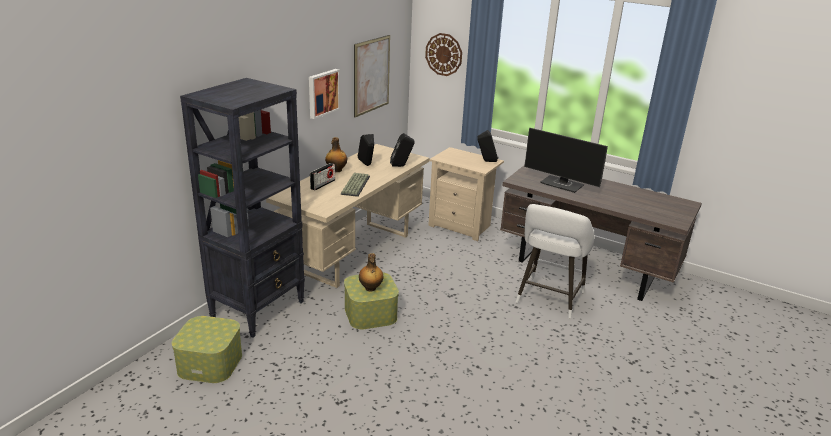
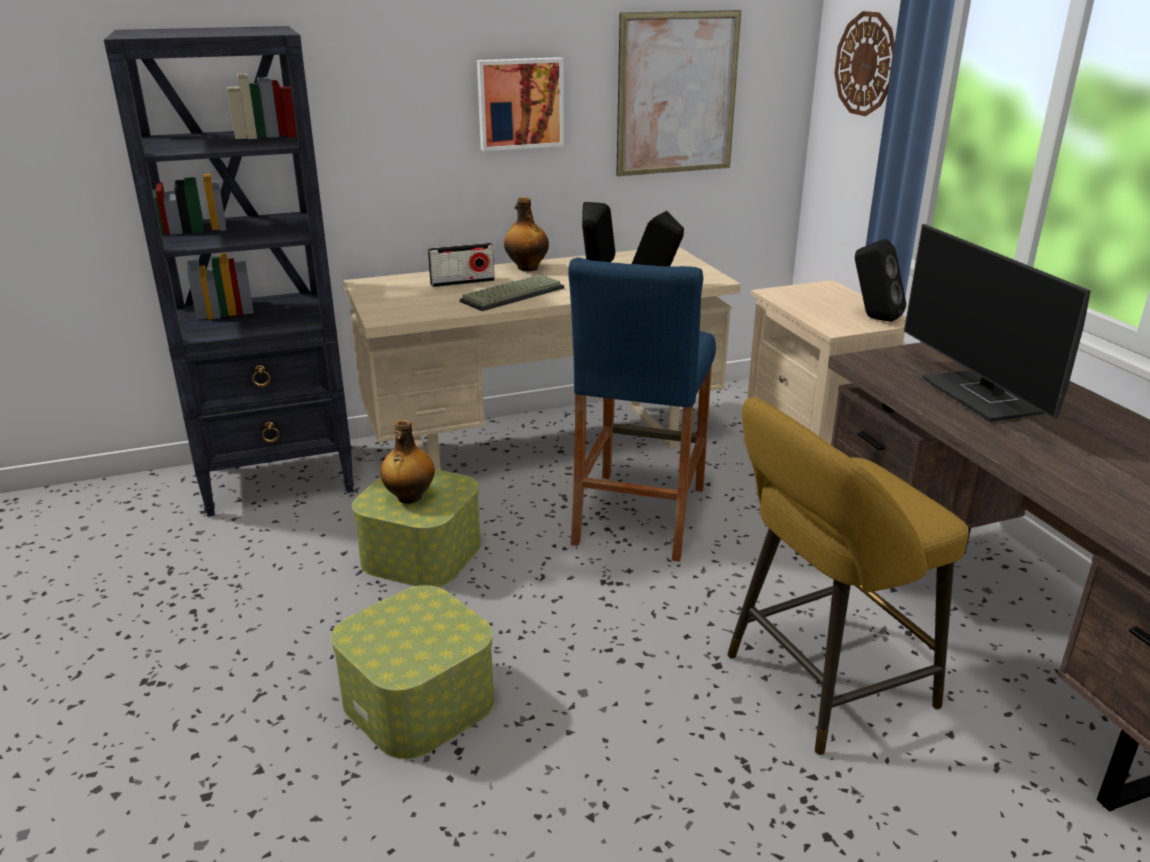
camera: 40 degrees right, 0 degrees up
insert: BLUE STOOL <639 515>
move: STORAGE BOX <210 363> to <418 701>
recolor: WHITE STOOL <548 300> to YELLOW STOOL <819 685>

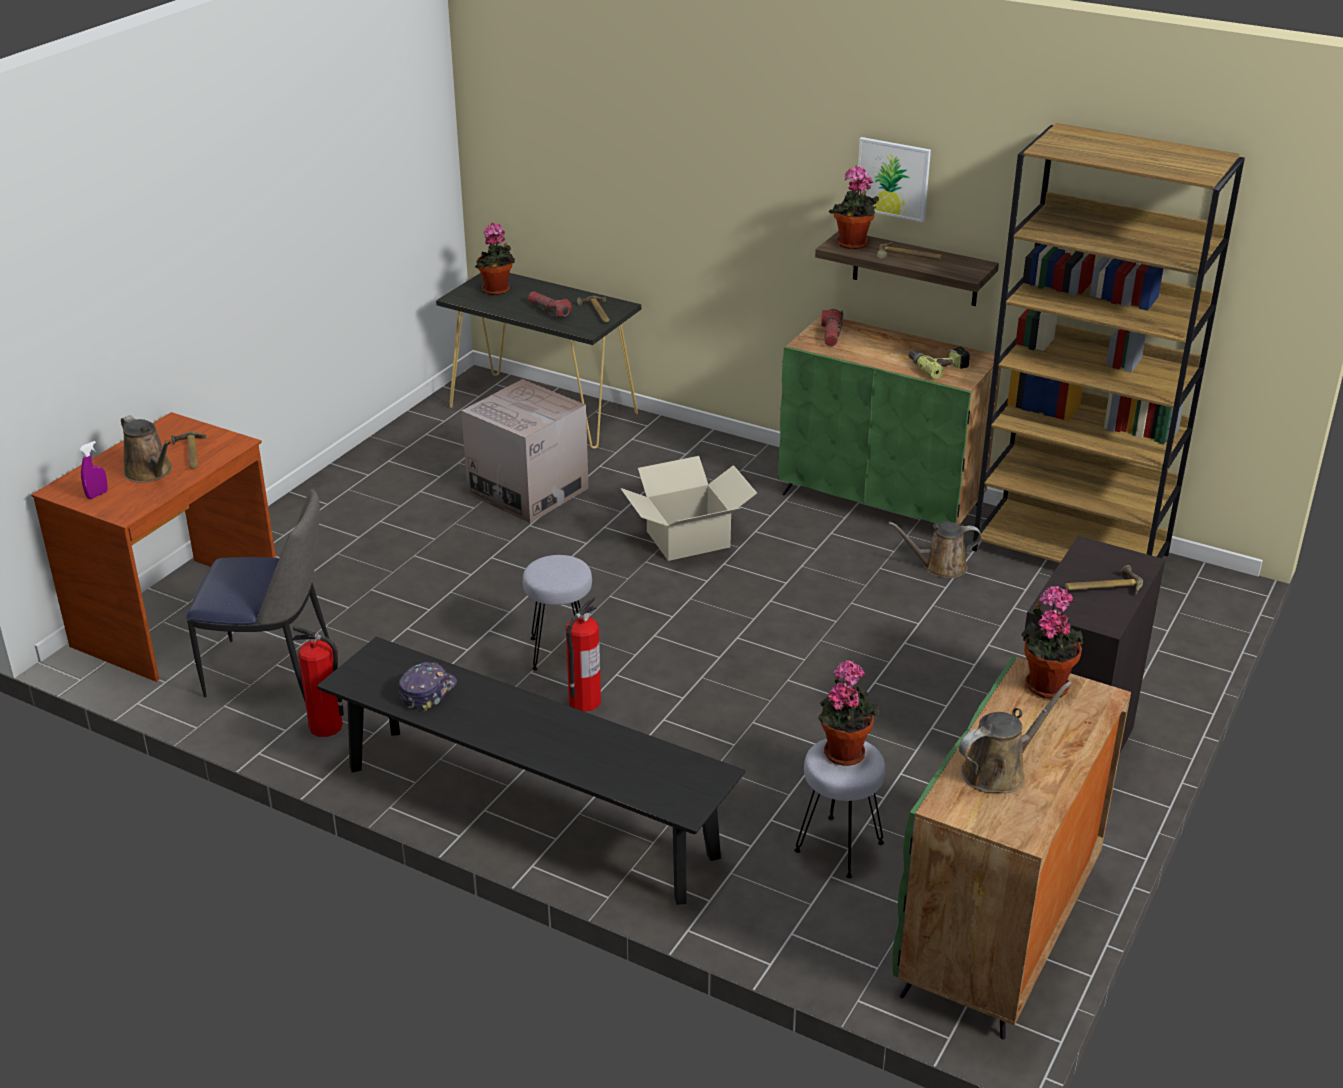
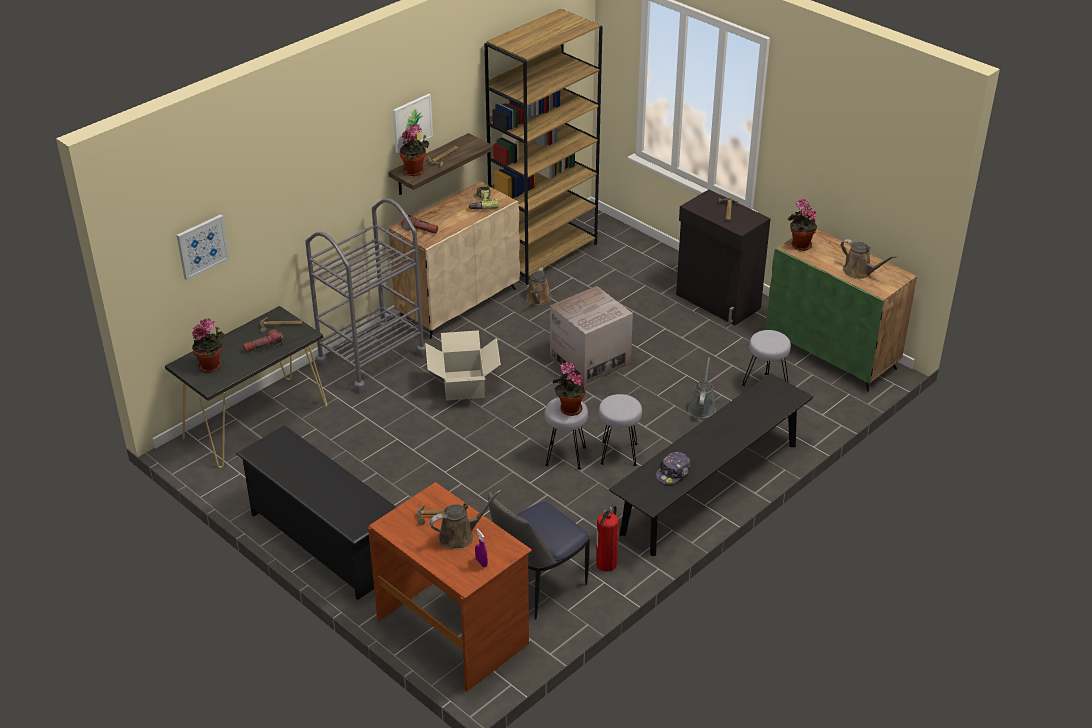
camera: 75 degrees left, 5 degrees up
insert: PICTURE <202 246>; BLACK SHOE RACK <325 542>; GREY CART <372 358>; GREY WATERING CAN <702 407>
move: CARDBOARD BOX <528 491> to <590 361>; POTTED PLANT <843 751> to <569 409>
replace: FIRE EXTINGUISHER <584 702> to GREY STOOL <618 453>
recolor: GREEN CABINET <882 501> to BEIGE CABINET <458 303>
rotate: CHAIR <273 670> = <536 585> 150 degrees counterclockwise; CAP <427 692> = <673 473> 90 degrees counterclockwise; BROWN WATERING CAN <998 771> = <859 272> 150 degrees clockwise

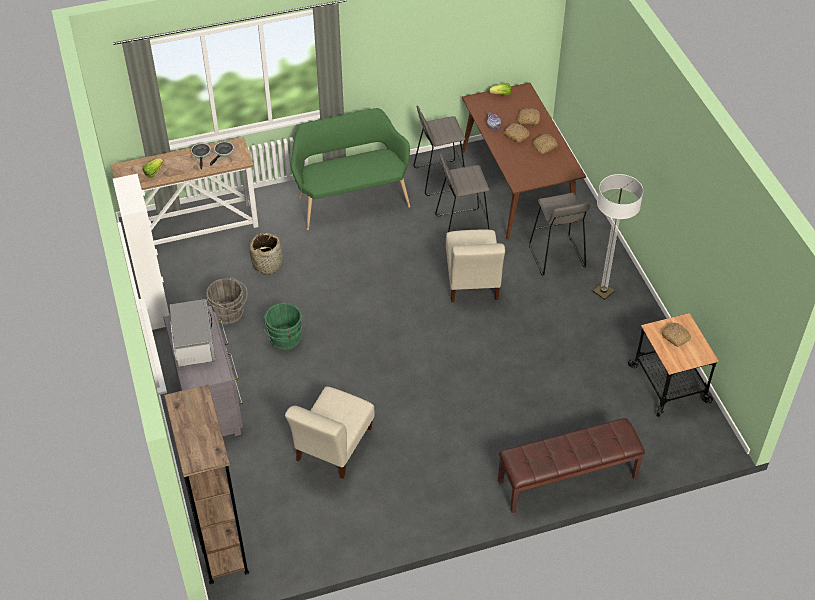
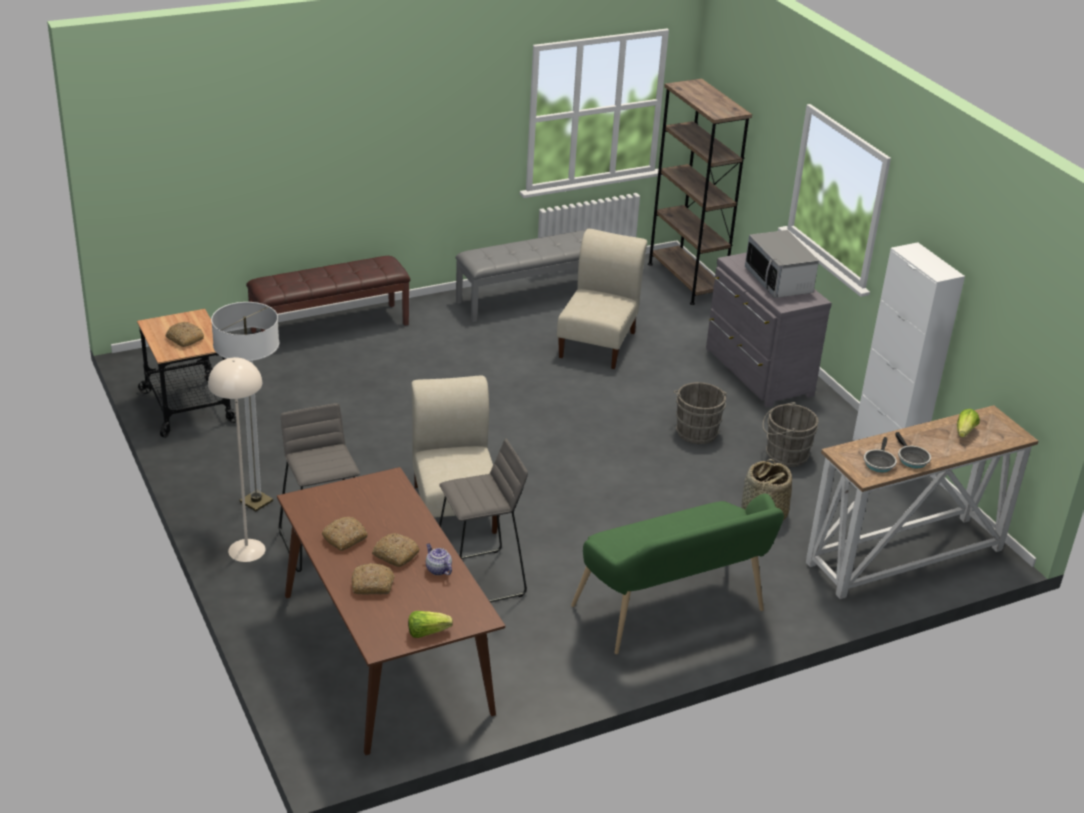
camera: 170 degrees right, 15 degrees down
delete: GREY STOOL <439 177>
insert: BEIGE FLOOR LAMP <246 550>; GREY BENCH <530 298>
recolor: GREEN BUCKET <285 340> to GREY BUCKET <696 431>

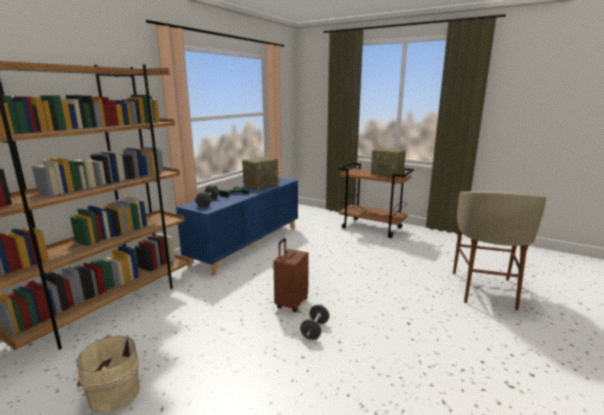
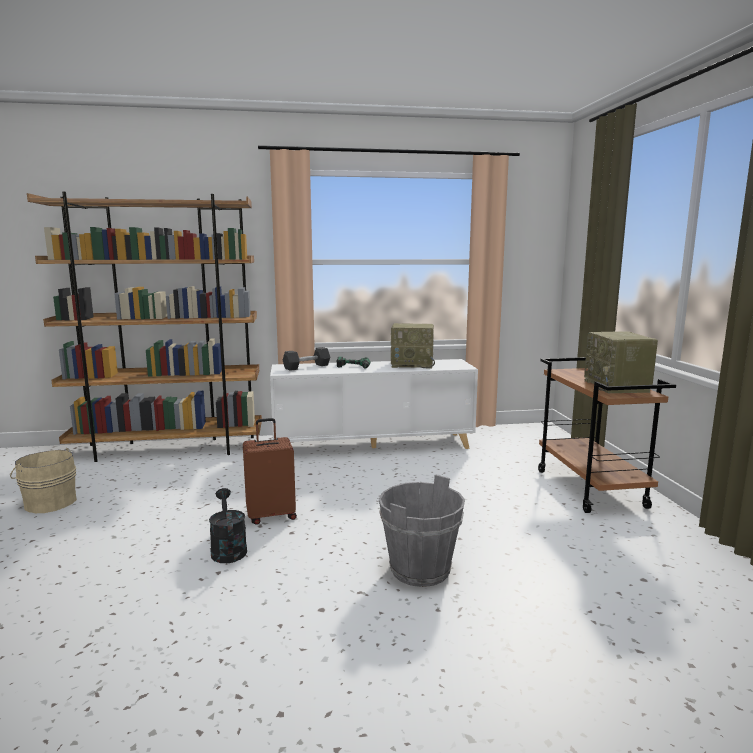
camera: 50 degrees right, 5 degrees down
delete: BEIGE STOOL <485 290>
insert: GREY BUCKET <420 570>
replace: BLACK DUMBBELL <315 330> to BLACK WATERING CAN <228 549>
recolor: BLUE CABINET <247 245> to WHITE CABINET <373 445>

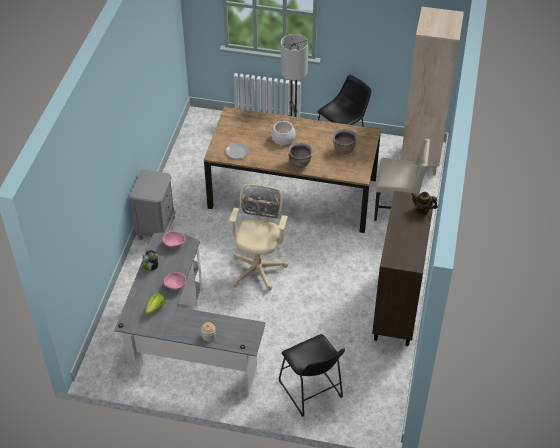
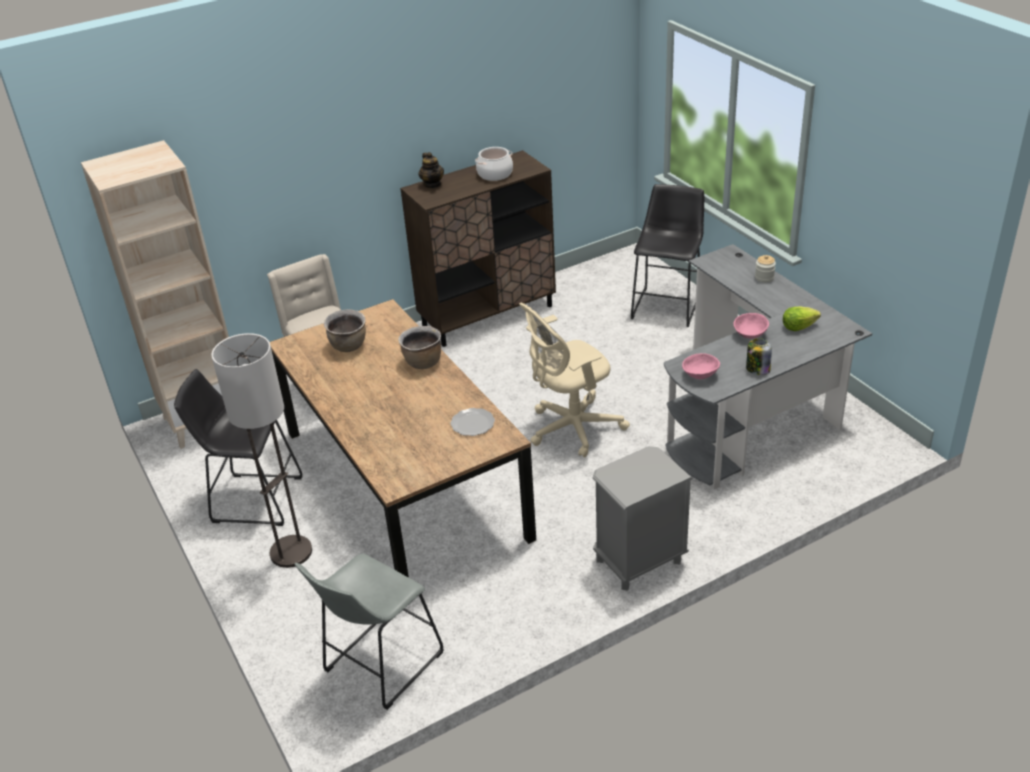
camera: 130 degrees left, 10 degrees down
insert: GREY STOOL <379 666>
move: COOKING POT <283 138> to <495 174>

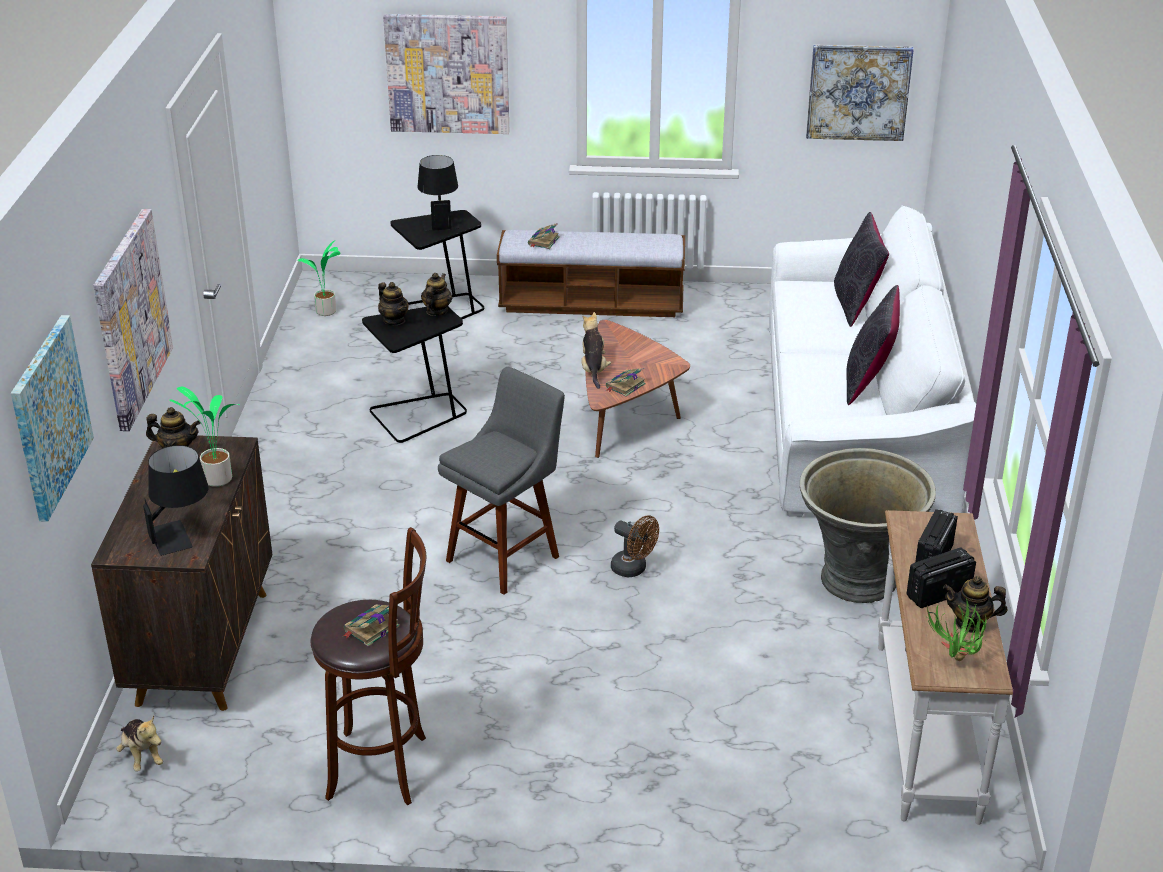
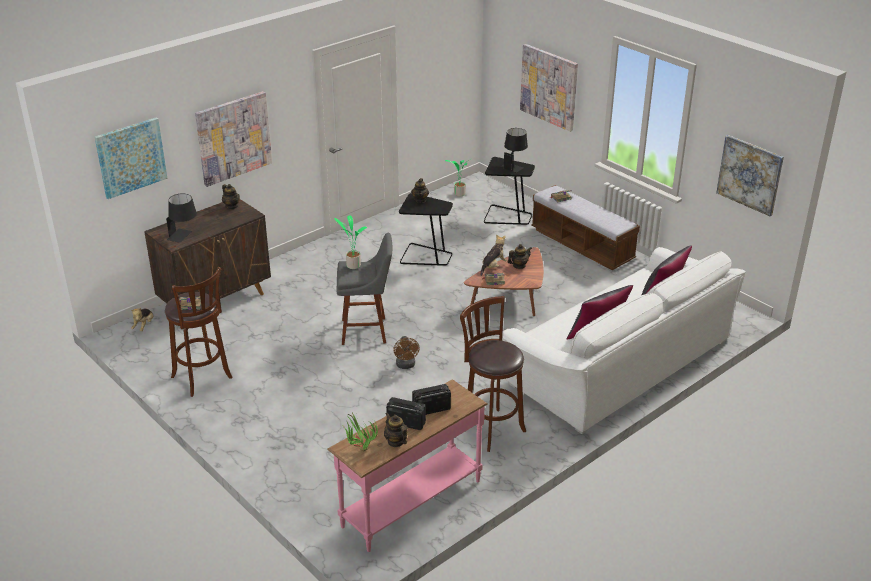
camera: 45 degrees right, 0 degrees up
move: POTTED PLANT <215 479> to <352 265>; TEAPOT <436 311> to <519 266>
replace: GREY PLANTER <856 580> to BROWN STOOL <491 428>
recolor: WHITE CONSOLE TABLE <923 730> to PINK CONSOLE TABLE <410 502>

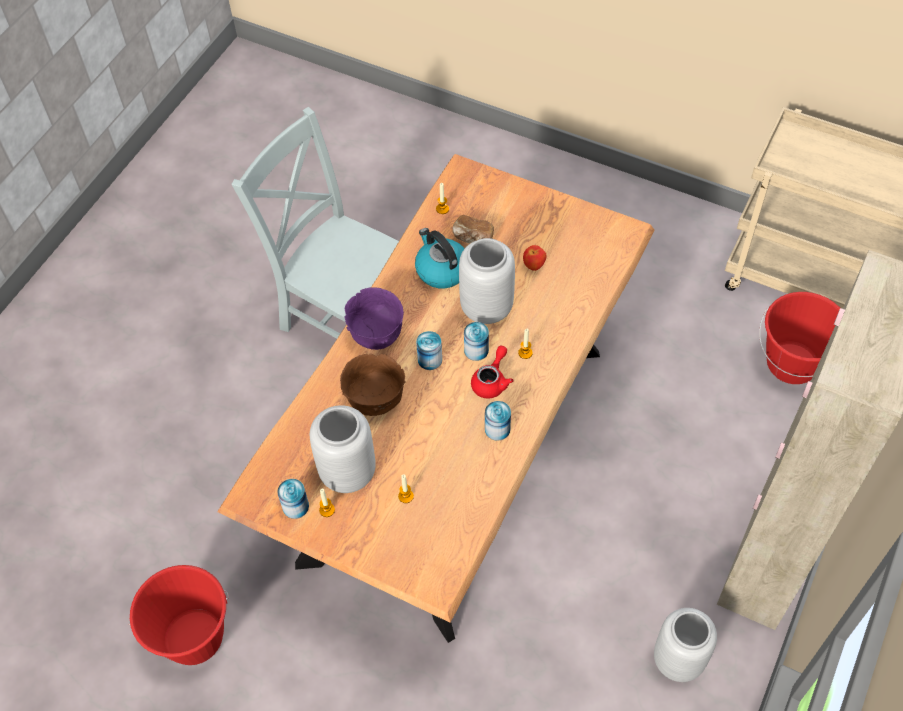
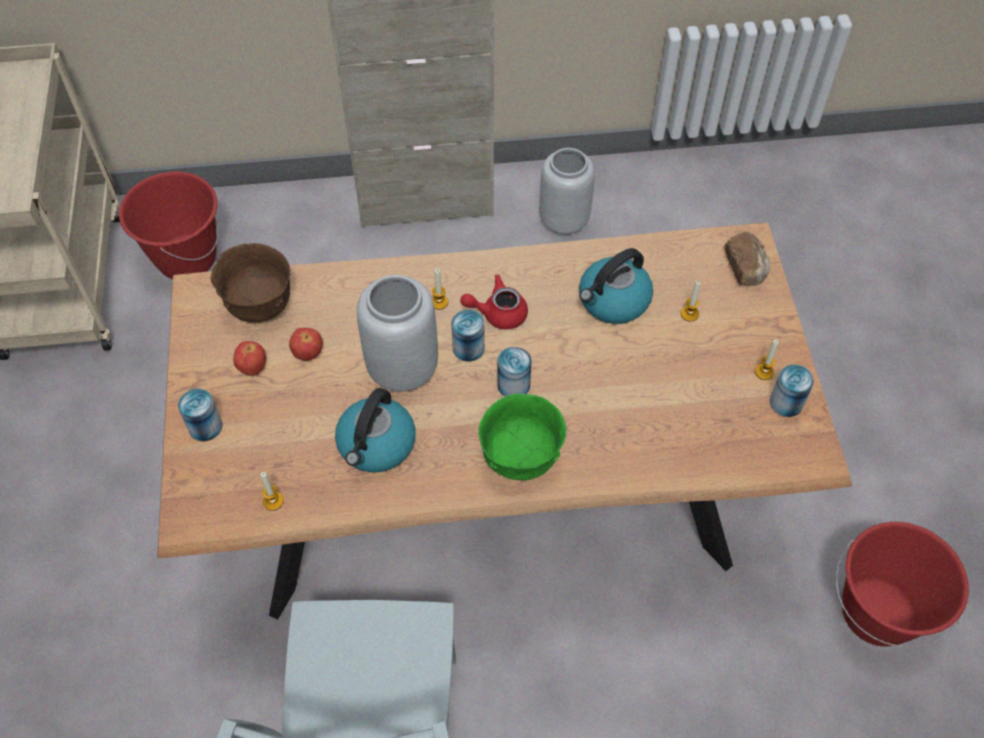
camera: 125 degrees left, 0 degrees up
delete: GREY VASE <349 473>
insert: APPLE <252 368>; KETTLE <613 301>
move: BROWN BOWL <375 400> to <260 305>; BREAD <473 238> to <746 267>; CAN <497 429> to <205 426>
recolor: PURPLE BOWL <376 335> to GREEN BOWL <520 458>

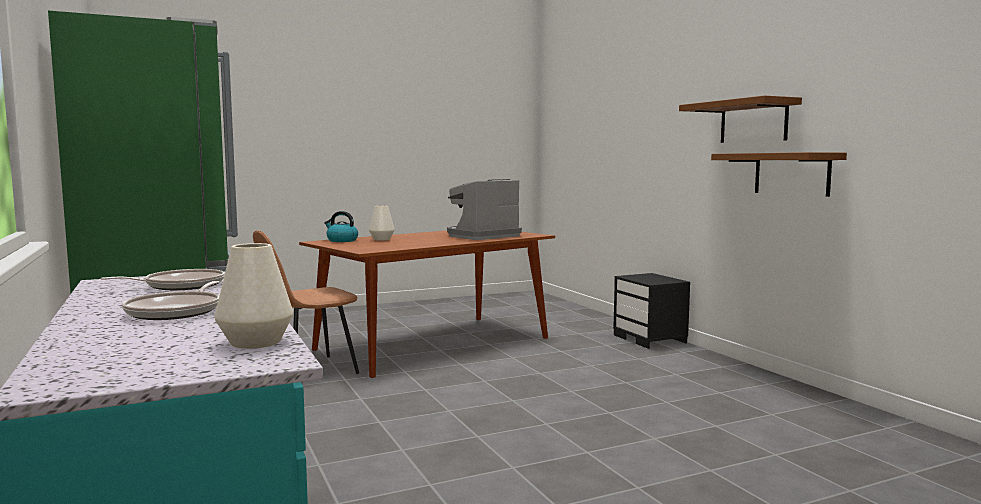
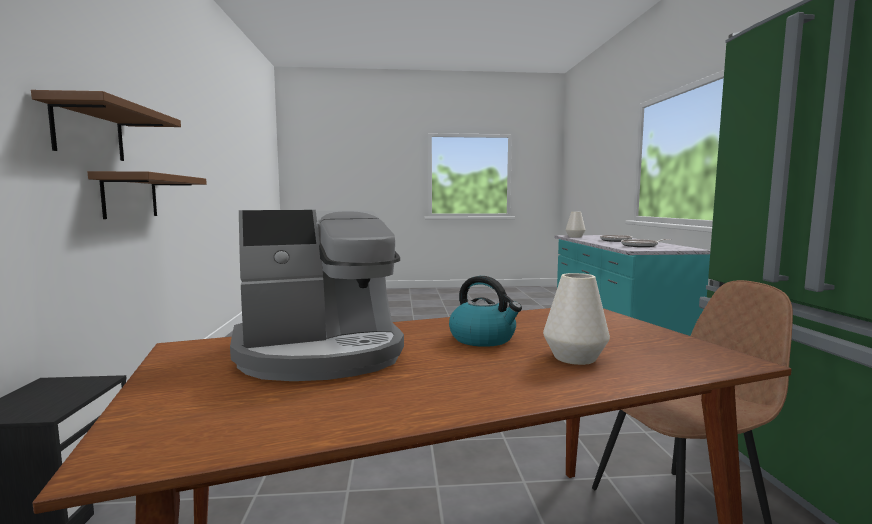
camera: 160 degrees left, 0 degrees up
move: KETTLE <341 240> to <483 339>

